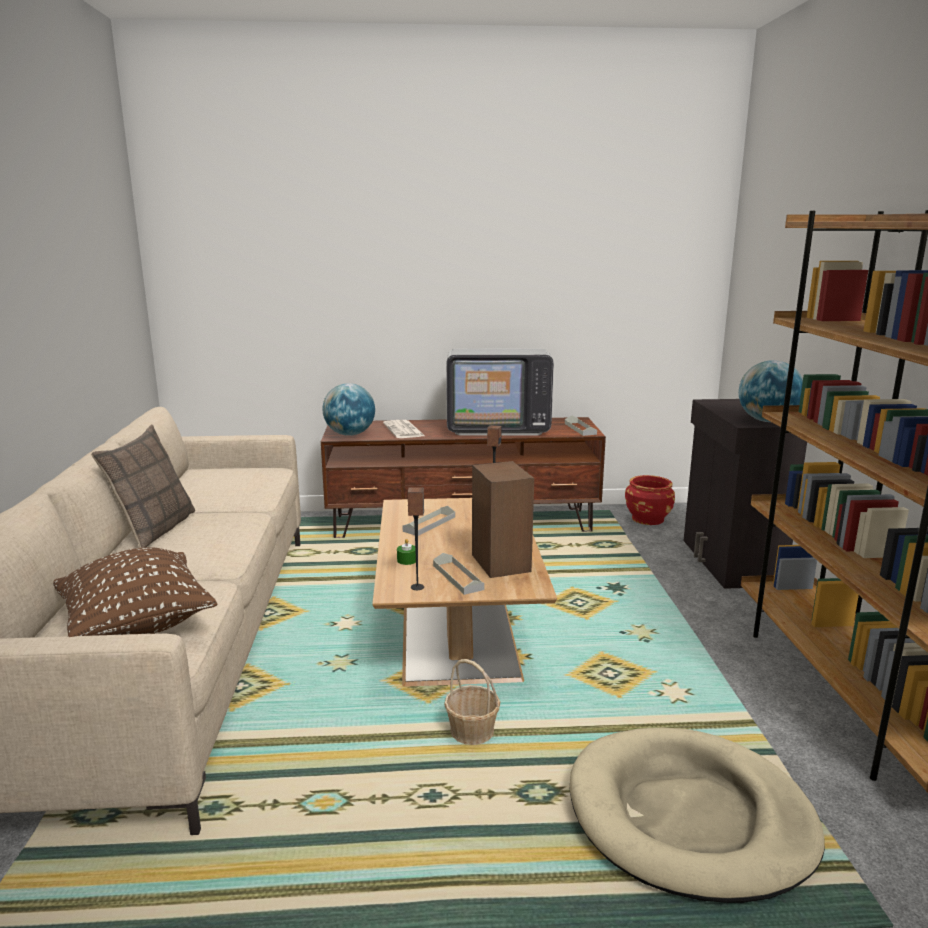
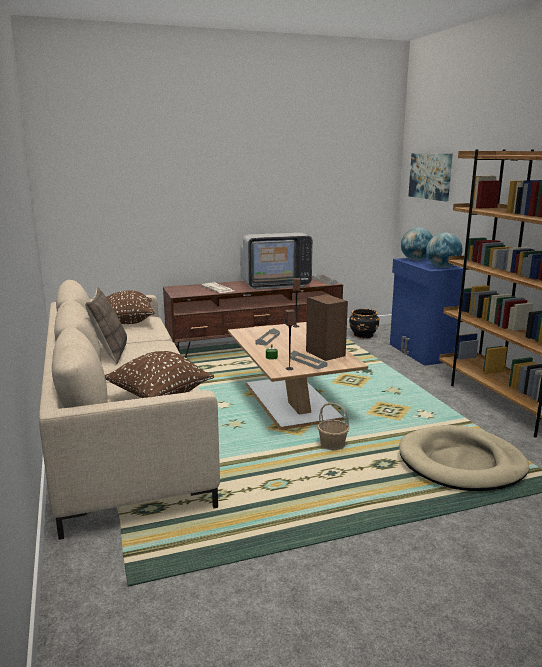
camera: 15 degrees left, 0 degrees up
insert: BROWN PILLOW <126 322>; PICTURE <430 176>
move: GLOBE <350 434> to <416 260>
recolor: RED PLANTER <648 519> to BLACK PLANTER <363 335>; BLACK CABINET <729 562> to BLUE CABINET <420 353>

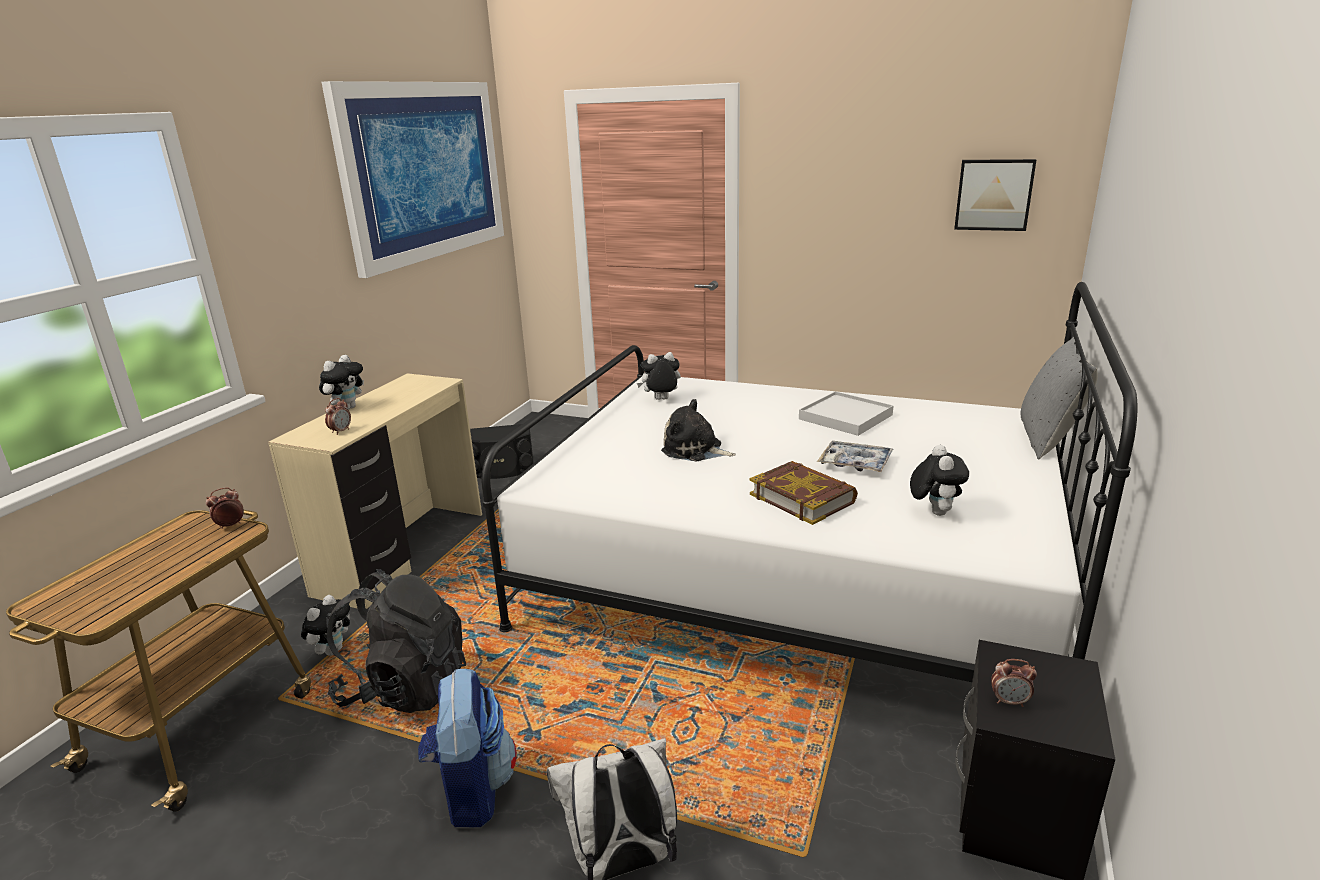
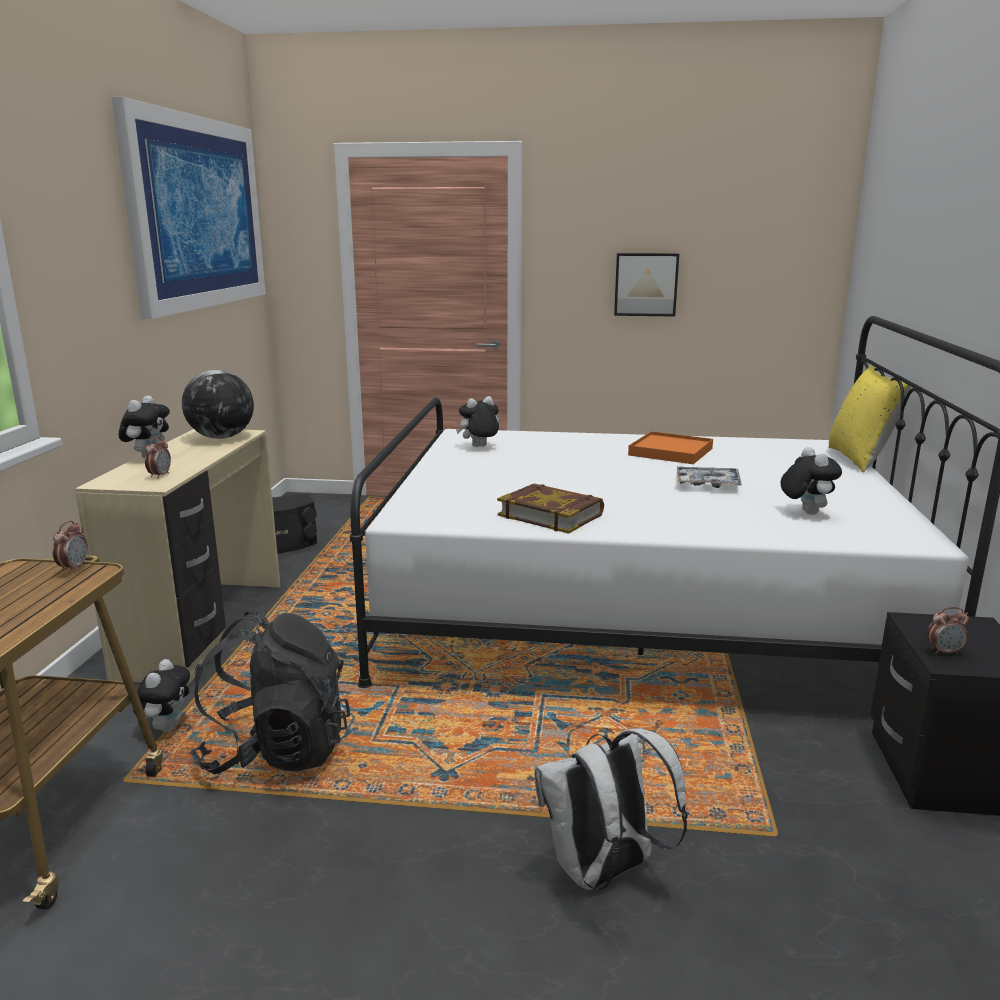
camera: 15 degrees left, 5 degrees down
delete: BACKPACK <472 789>; PLUSH TOY <695 450>
insert: GLOBE <221 437>
move: BOOK <802 498> to <551 515>; PICTURE <994 194> to <646 284>
recolor: WHITE TRAY <845 417> to ORANGE TRAY <670 452>; GREY PILLOW <1048 440> to YELLOW PILLOW <860 459>
rotate: ALARM CLOCK <230 525> = <73 568> 150 degrees clockwise

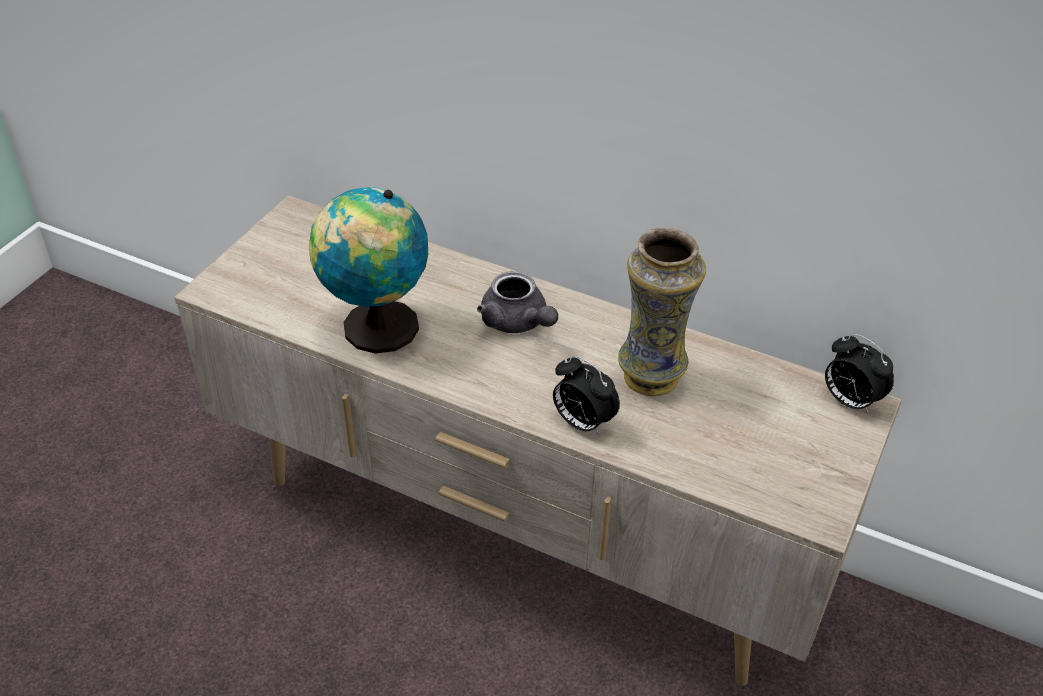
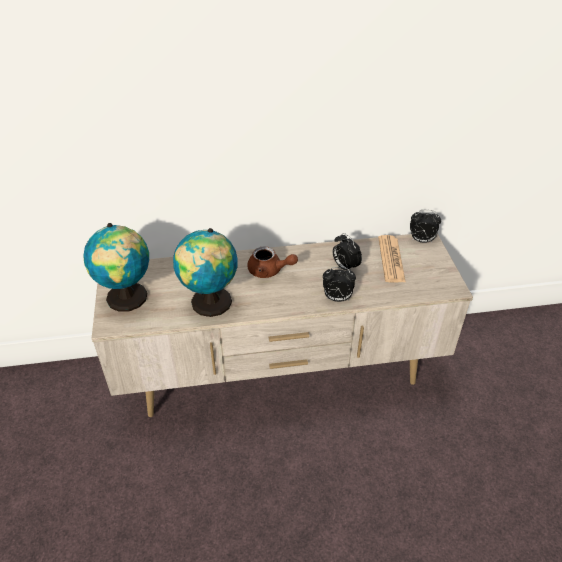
camera: 35 degrees left, 0 degrees up
insert: GLOBE <127 299>; NEWSPAPER <391 259>
replace: VASE <652 377> to ALARM CLOCK <345 267>
recolor: GREY TEAPOT <518 323> to BROWN TEAPOT <269 271>

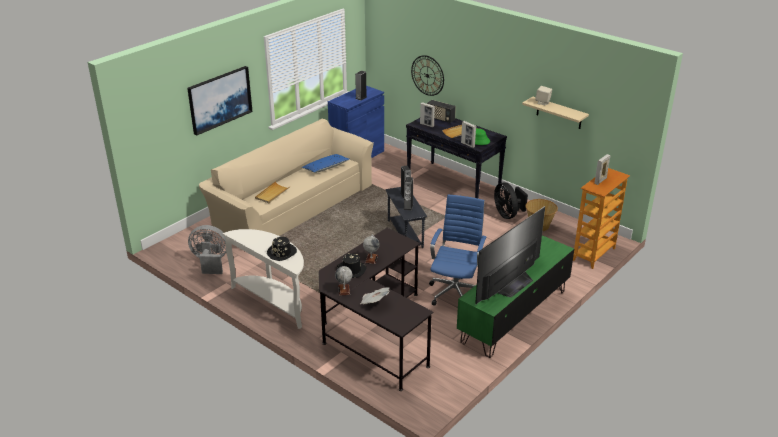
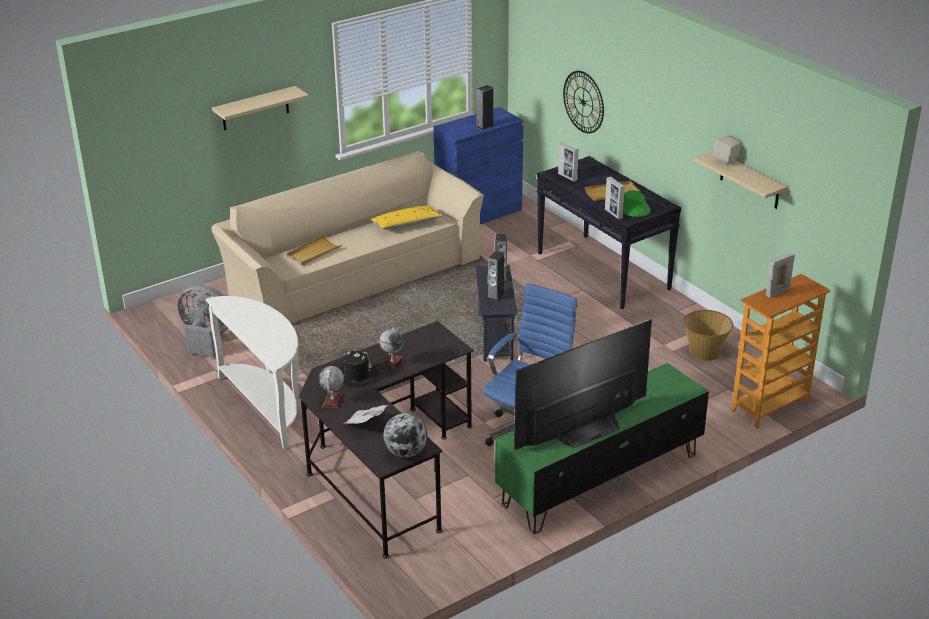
camera: 15 degrees right, 0 degrees up
delete: BLACK HAT <282 252>; RADIO <440 119>; BLACK FAN <508 214>
insert: GLOBE <406 452>
replace: PICTURE <219 99> to BEIGE SHELF <255 108>
recolor: BLUE PILLOW <326 168> to YELLOW PILLOW <407 224>

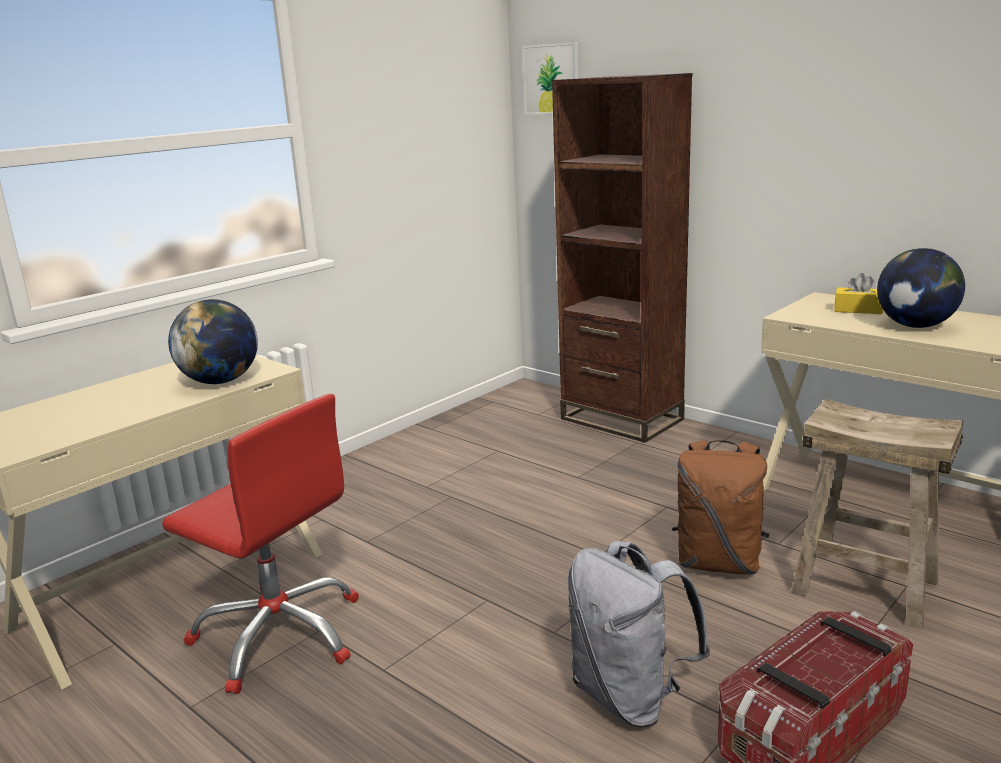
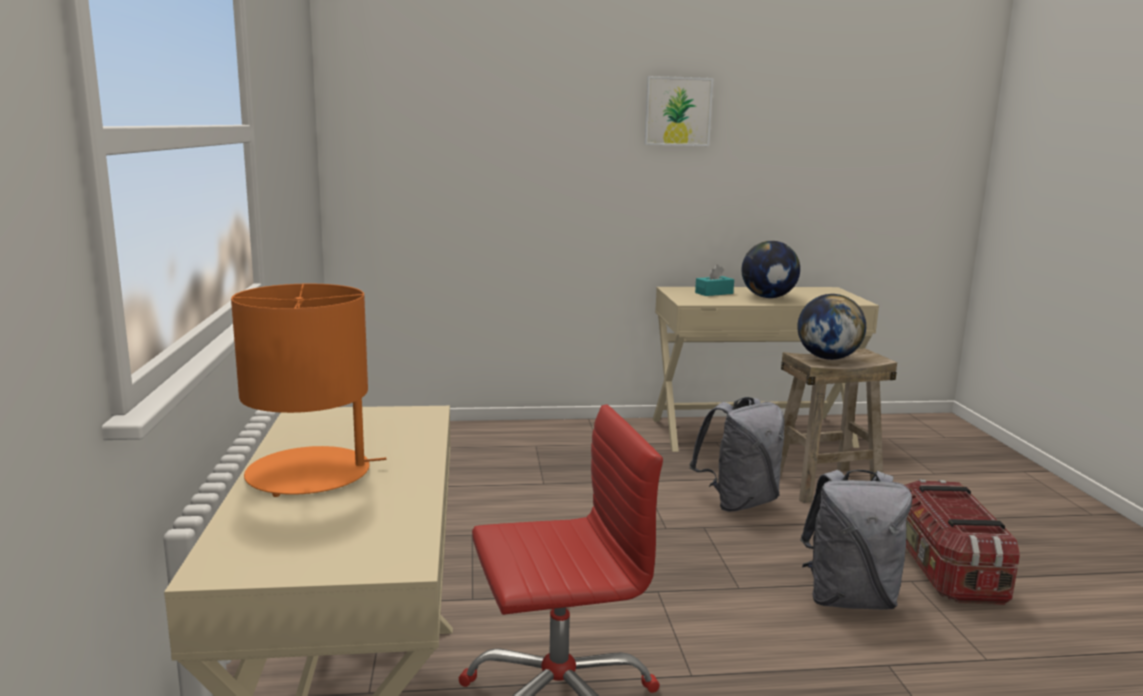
camera: 50 degrees left, 5 degrees down
delete: BROWN BOOKCASE <621 419>
insert: ORANGE TABLE LAMP <310 473>
move: GLOBE <220 381> to <828 358>; PICTURE <551 79> to <678 111>
recolor: BROWN BACKPACK <718 563> to GREY BACKPACK <738 502>; YELLOW TISSUE BOX <858 310> to TURQUOISE TISSUE BOX <714 293>

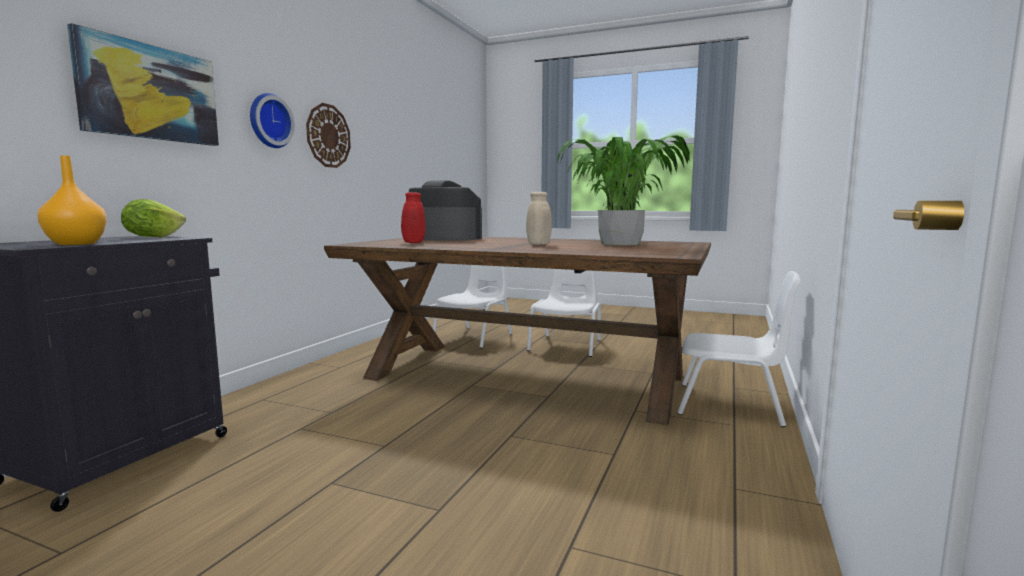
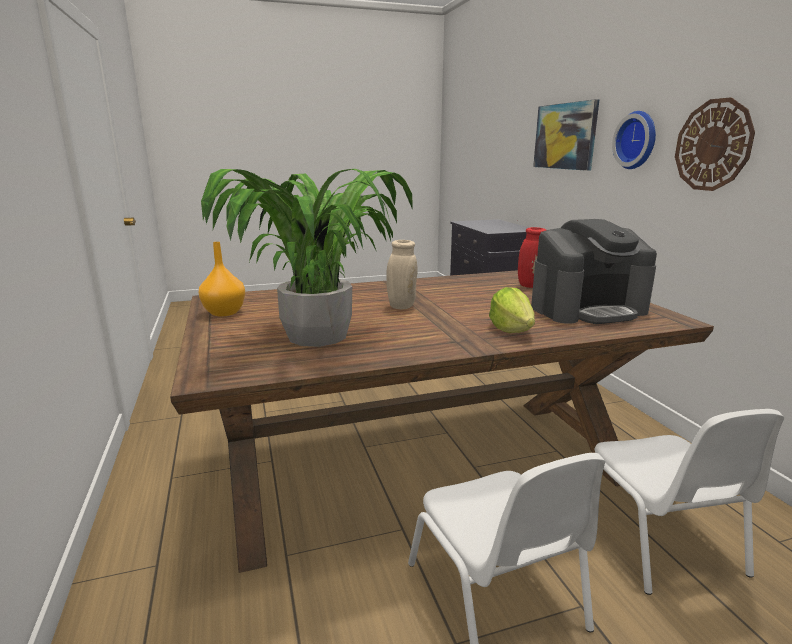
camera: 140 degrees right, 10 degrees up
delete: WHITE CHAIR <731 405>
move: ORANGE VASE <75 244> to <224 312>; LETTUCE <153 237> to <511 330>

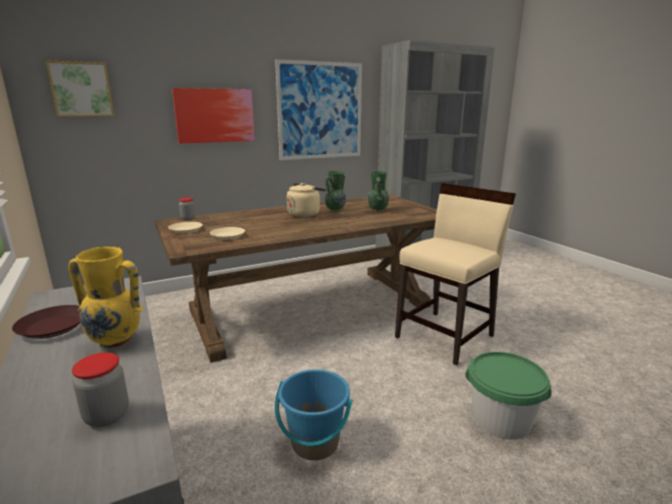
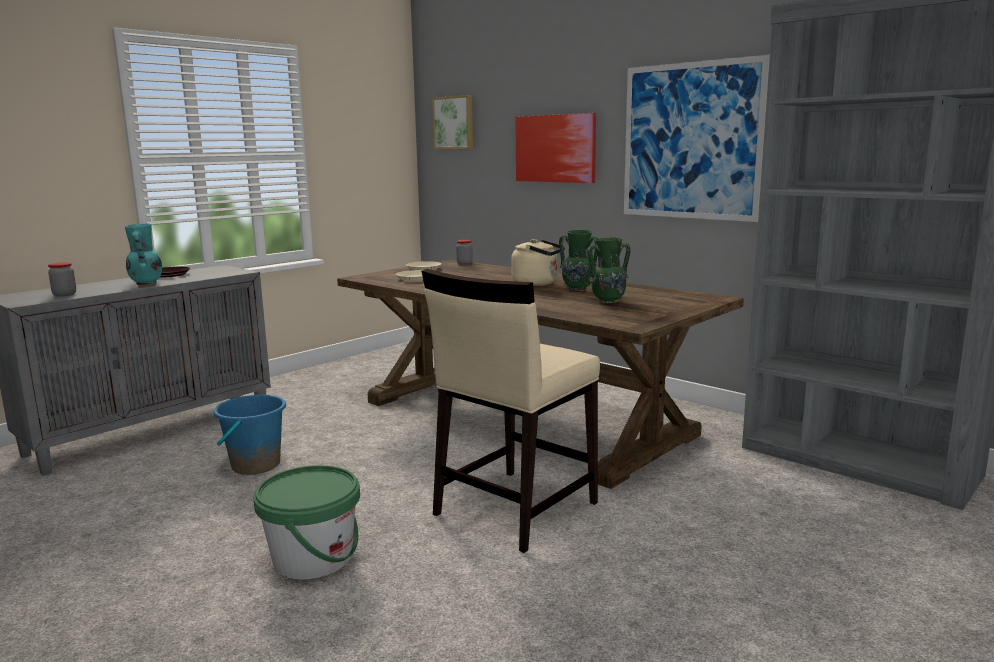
camera: 70 degrees right, 5 degrees down
recolor: YELLOW VASE <116 341> to TURQUOISE VASE <146 284>
rotate: BEIGE CHAIR <445 336> = <513 508> 105 degrees clockwise

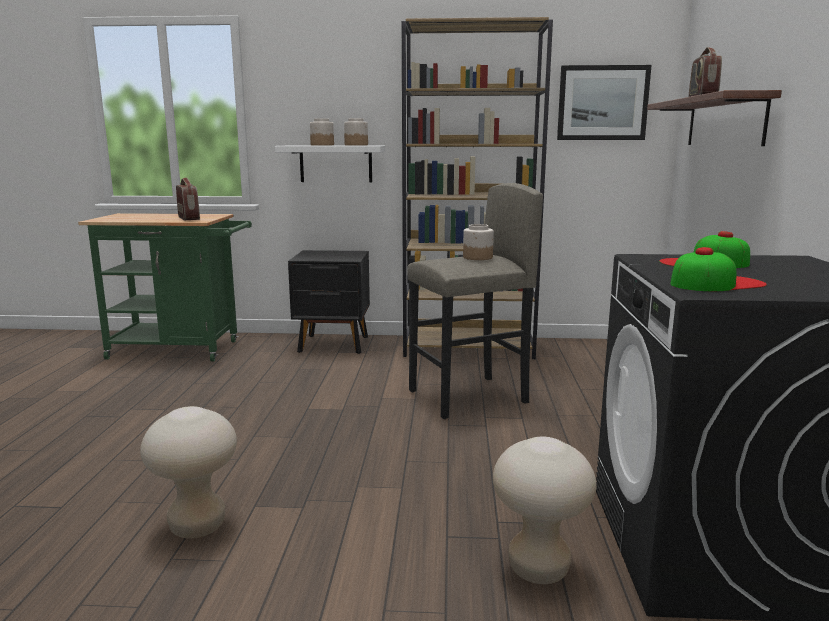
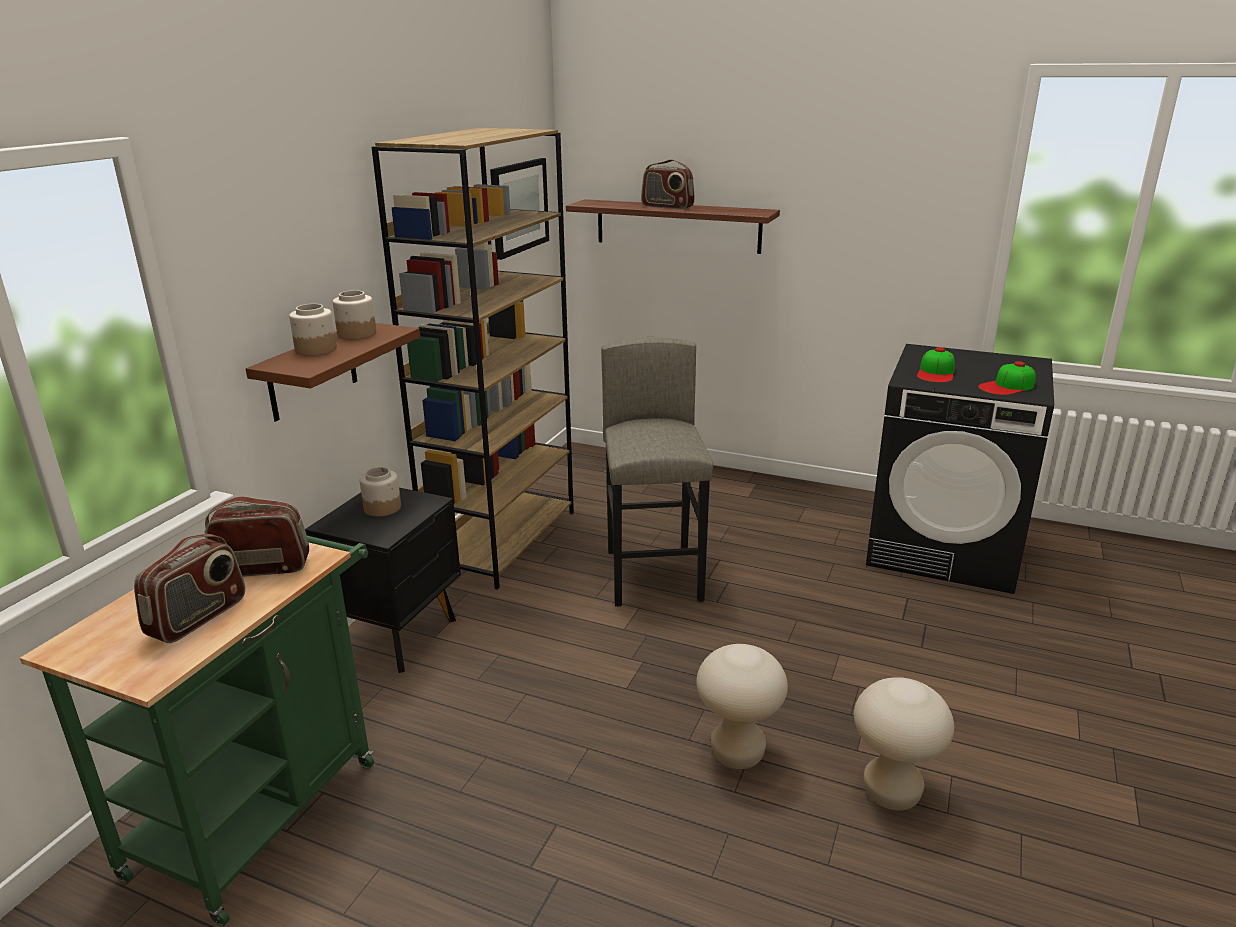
camera: 70 degrees left, 10 degrees up
insert: RADIO <198 617>
move: JAR <478 257> to <382 508>; BEIGE STOOL <538 568> to <737 753>
recolor: WHITE SHELF <336 164> to BROWN SHELF <312 371>
rotate: CAP <716 283> = <1007 386> 120 degrees counterclockwise

